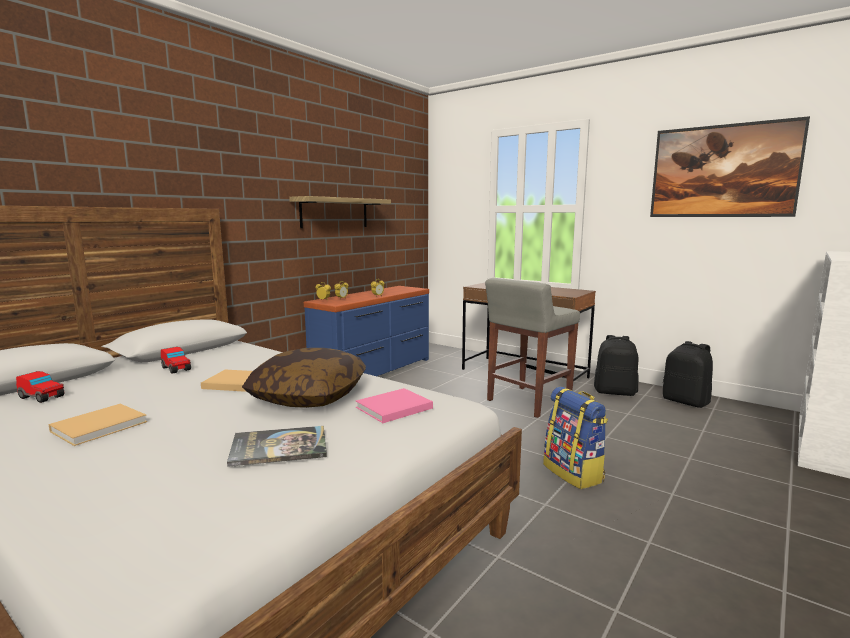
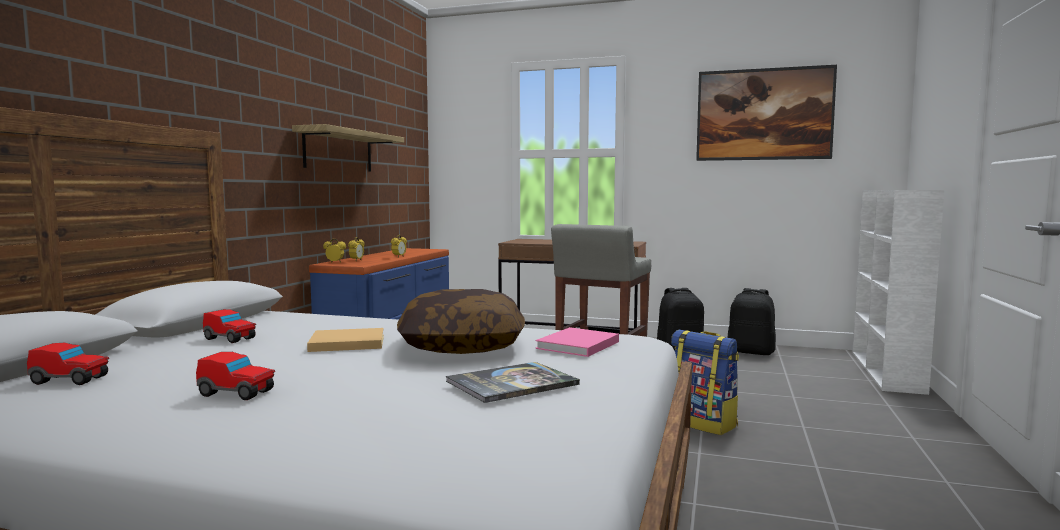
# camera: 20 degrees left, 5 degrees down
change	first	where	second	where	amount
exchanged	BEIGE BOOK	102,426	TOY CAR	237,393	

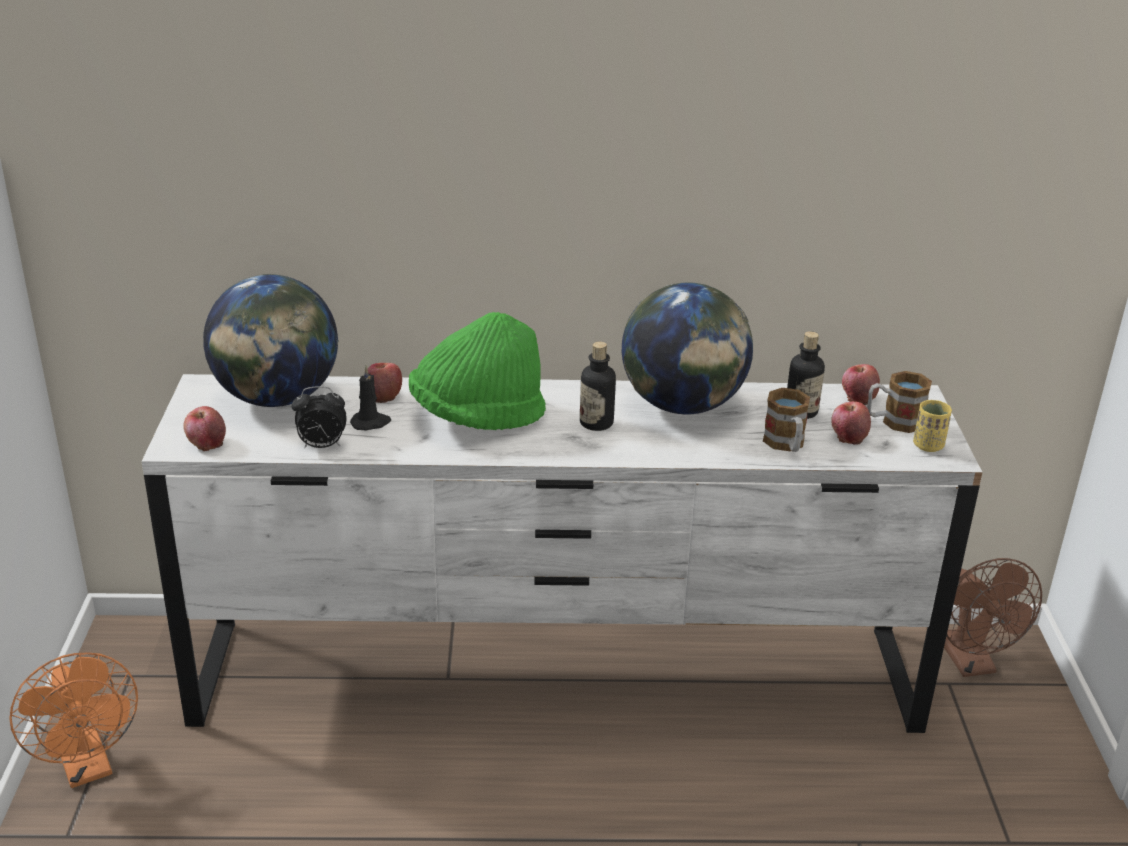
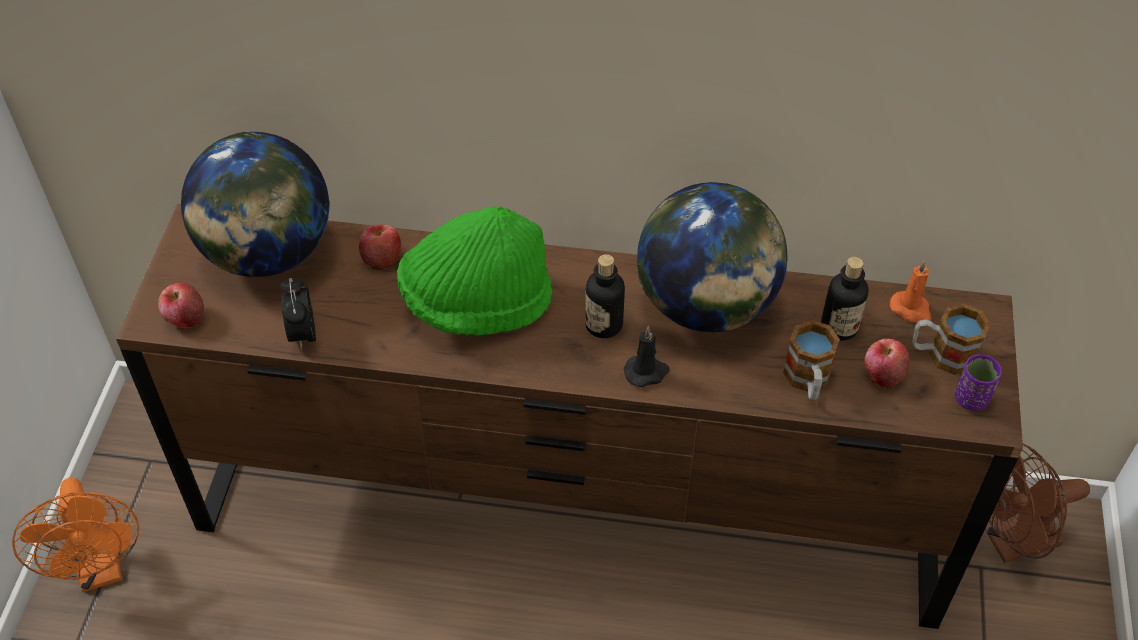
# camera: 10 degrees right, 20 degrees up
change	first	where	second	where	amount
colour	WHITE DRESSER	556,677	BROWN DRESSER	569,511	
spun	ALARM CLOCK	321,446		302,334	75 degrees clockwise
relocated	BLACK CANDLE	371,423		647,372	
exchanged	APPLE	858,397	ORANGE CANDLE	911,309	
colour	YELLOW CUP	928,446	PURPLE CUP	971,398	
spun	BROWN FAN	971,663		1012,543	75 degrees clockwise

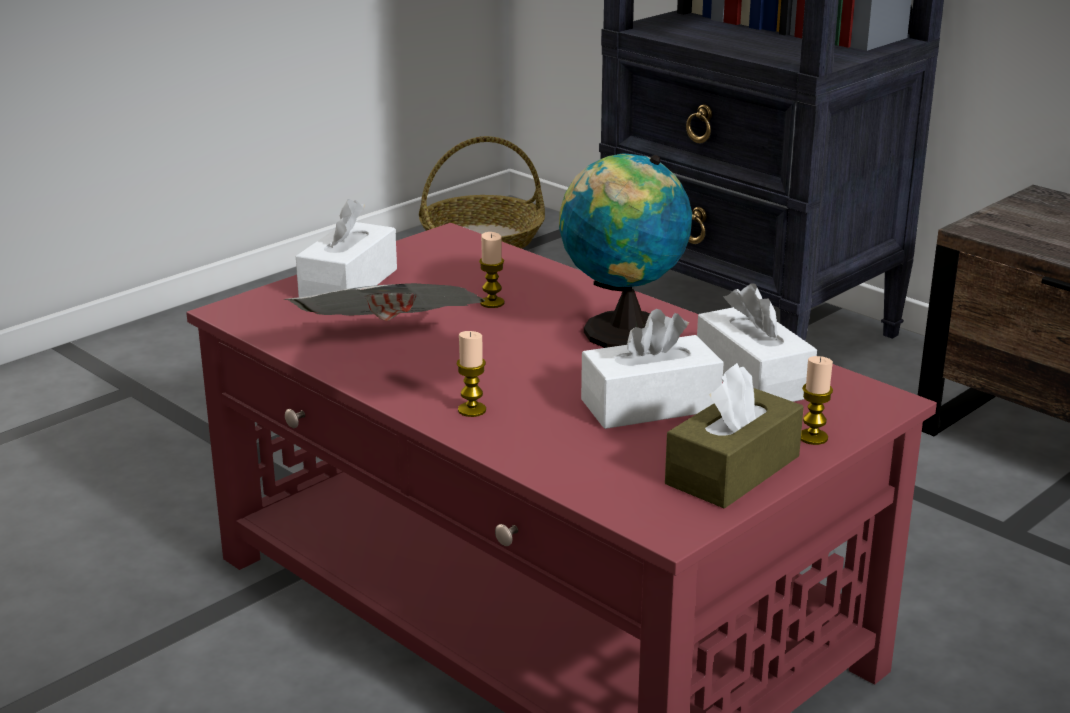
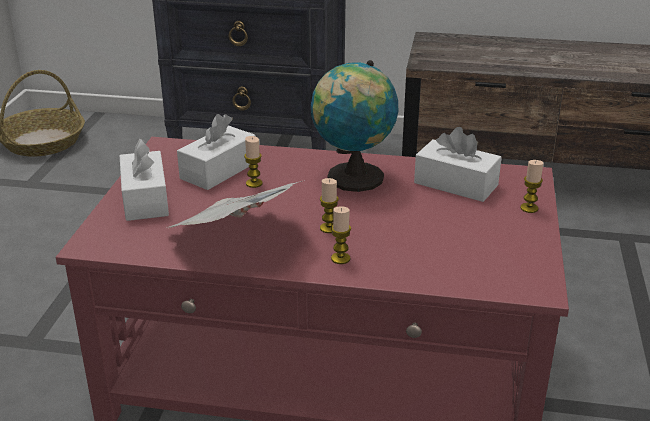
# camera: 35 degrees left, 5 degrees up
change	first	where	second	where	amount
relocated	WHITE TISSUE BOX	650,405		218,170	
missing	BROWN TISSUE BOX	732,470			
appeared			CANDLE	329,228	

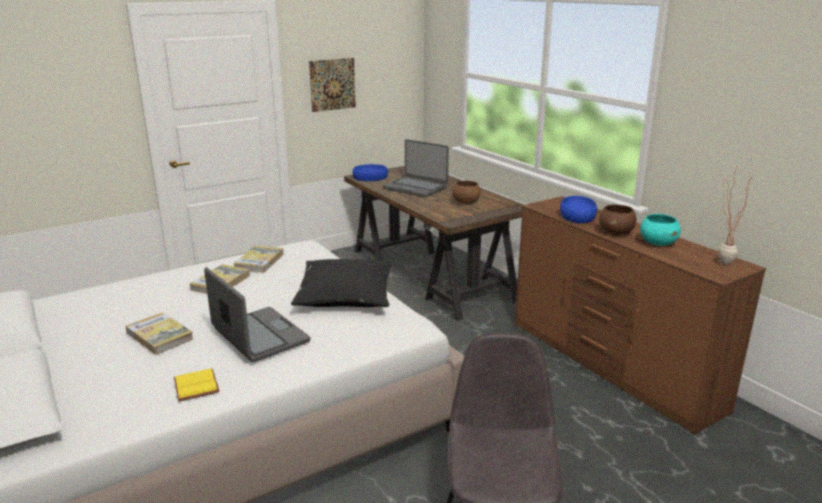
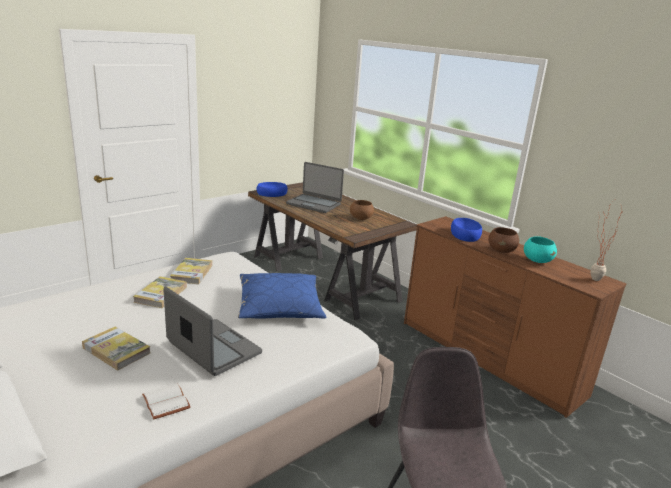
# camera: 10 degrees left, 0 degrees up
change	first	where	second	where	amount
colour	YELLOW BOOK	198,386	WHITE BOOK	167,402	
colour	BLACK PILLOW	345,295	BLUE PILLOW	280,306	
missing	PICTURE	332,84			

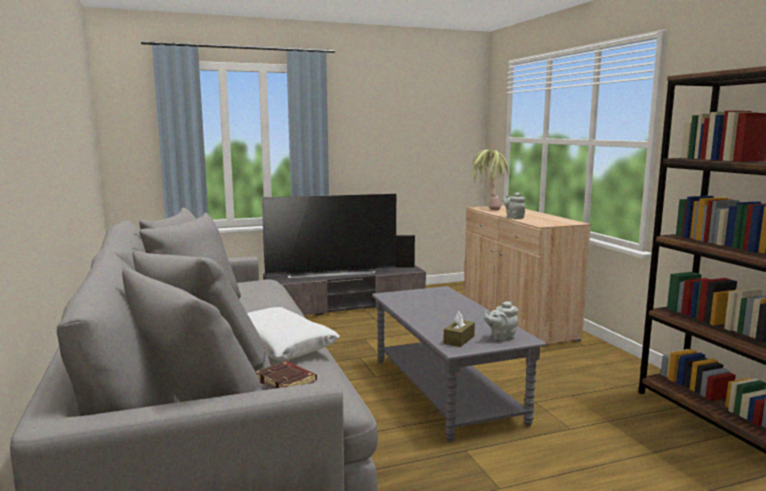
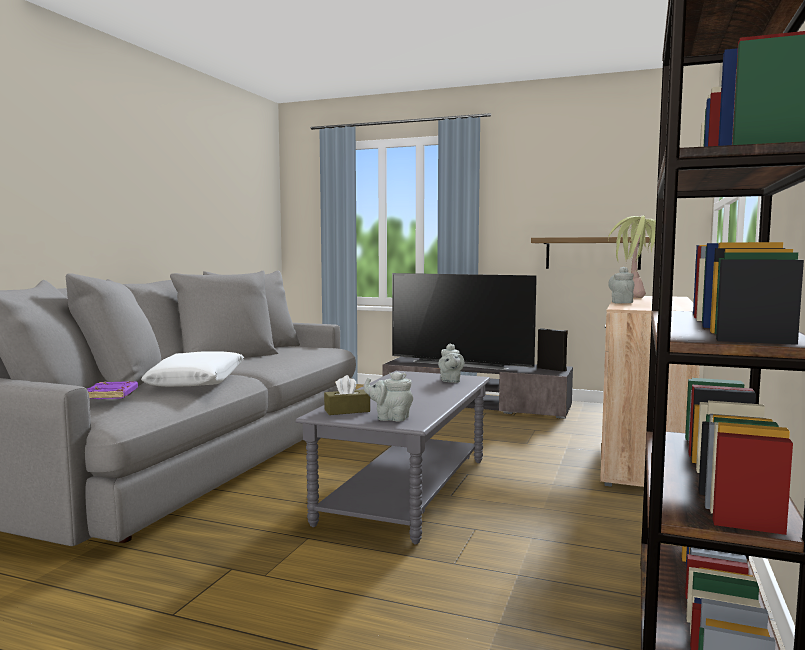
# camera: 40 degrees right, 5 degrees down
change	first	where	second	where	amount
colour	BROWN BOOK	287,381	PURPLE BOOK	112,395	
appeared			GREY TEAPOT	450,381	
appeared			SHELF	592,253	

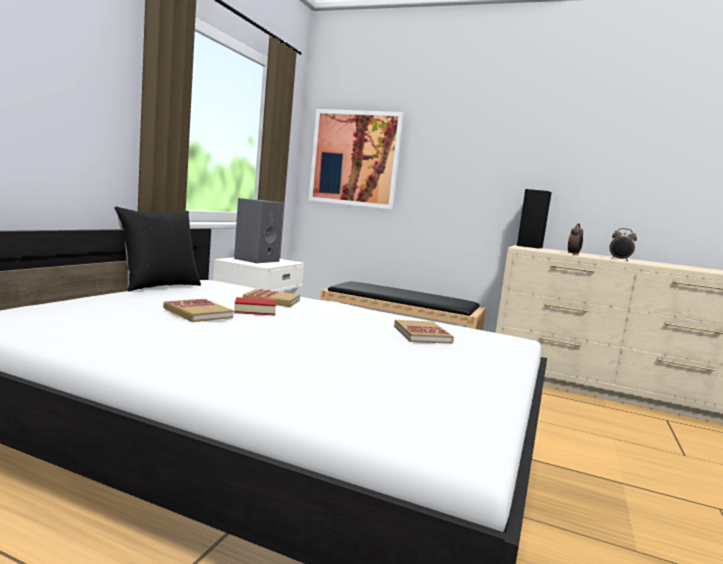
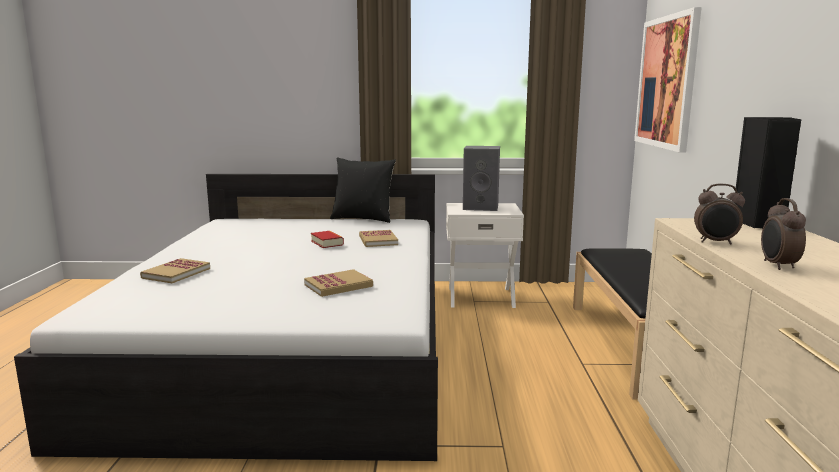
# camera: 70 degrees right, 5 degrees up
change	first	where	second	where	amount
relocated	BOOK	197,313		176,273	

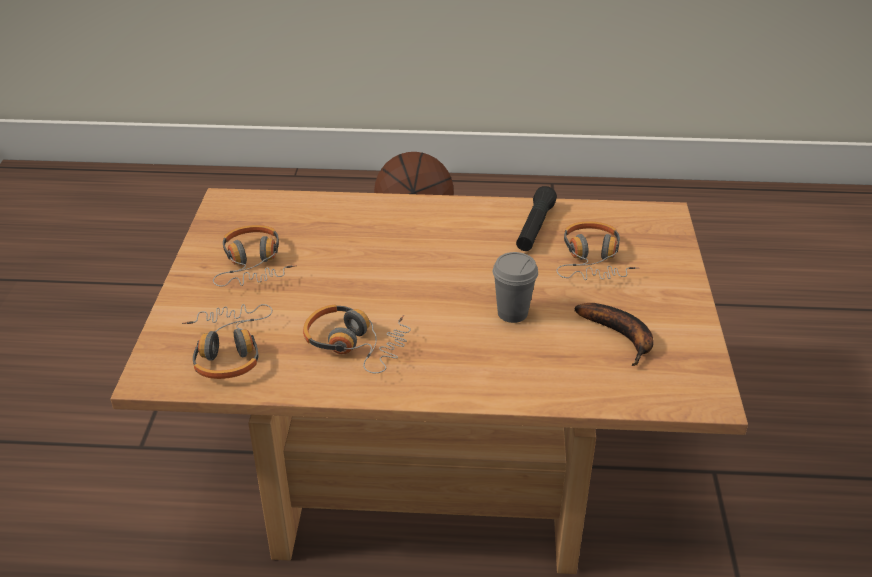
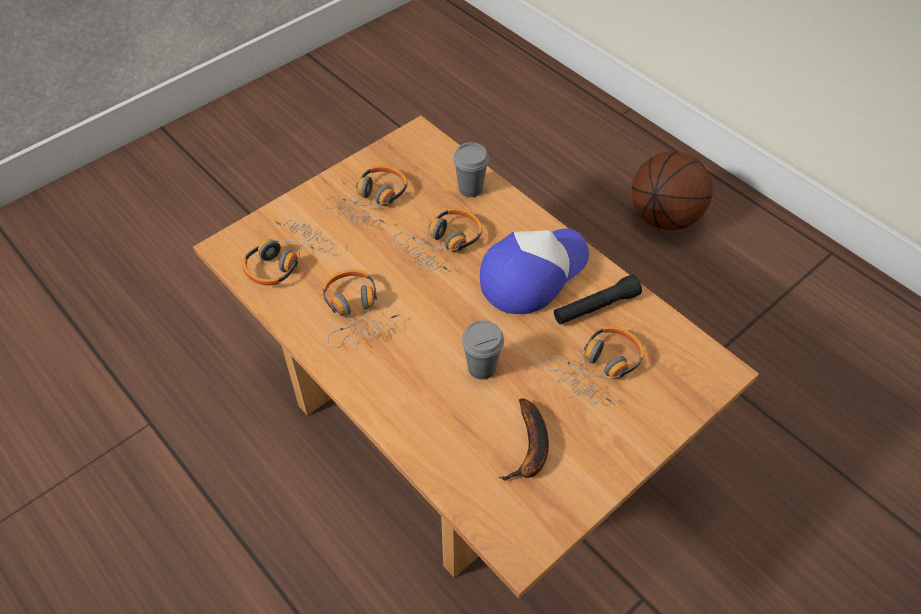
# camera: 45 degrees right, 15 degrees up
change	first	where	second	where	amount
appeared			HEADPHONES	442,245	
appeared			GREY CUP	470,189	
appeared			CAP	533,273	

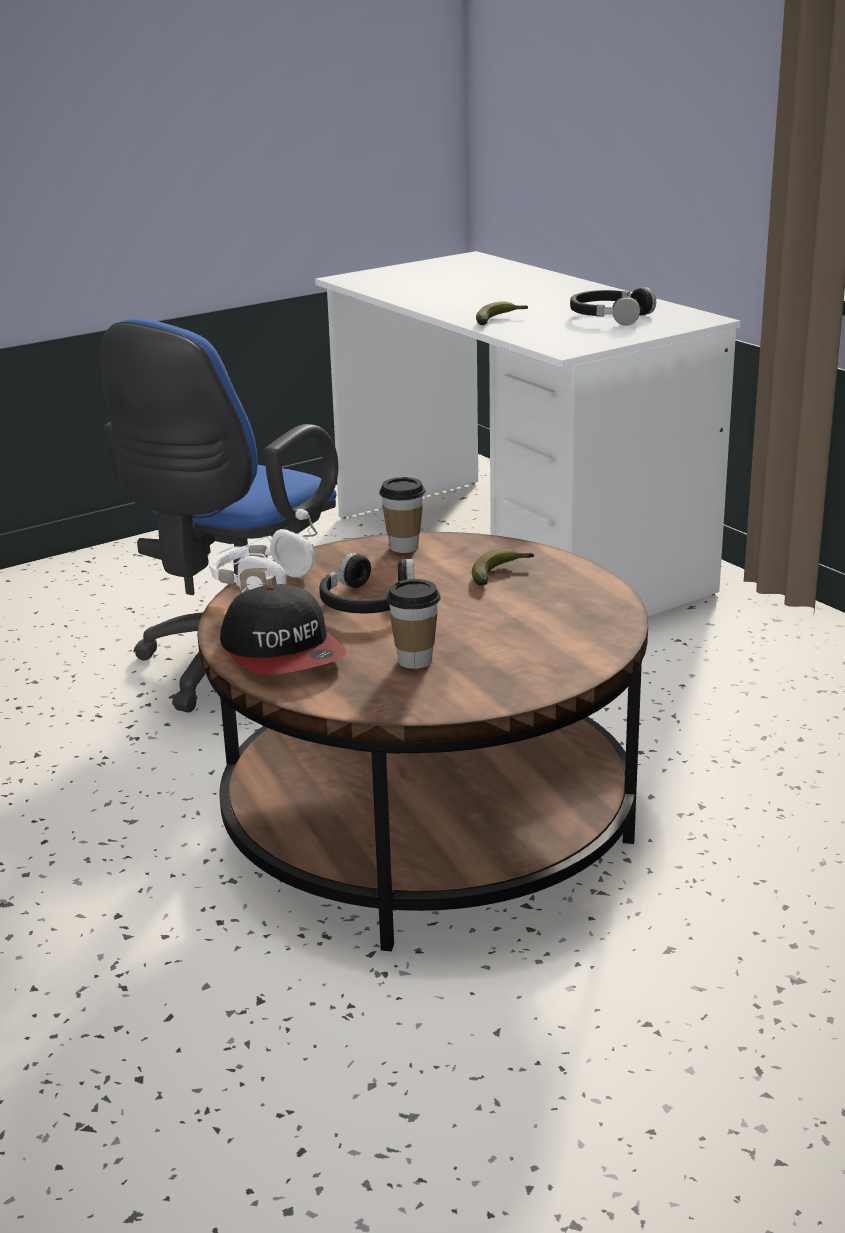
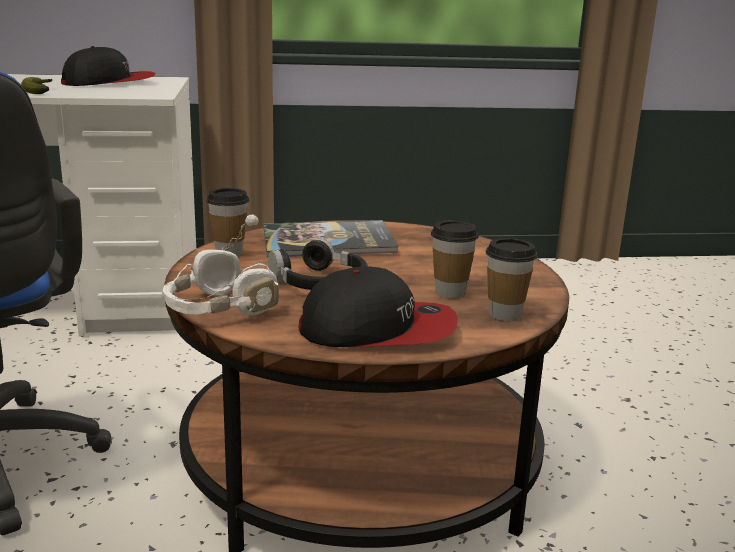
# camera: 65 degrees left, 5 degrees down
change	first	where	second	where	amount
exchanged	BANANA	500,573	BOOK	328,241	
exchanged	BLACK HEADPHONES	610,316	CAP	109,83	
appeared			CUP	505,315	

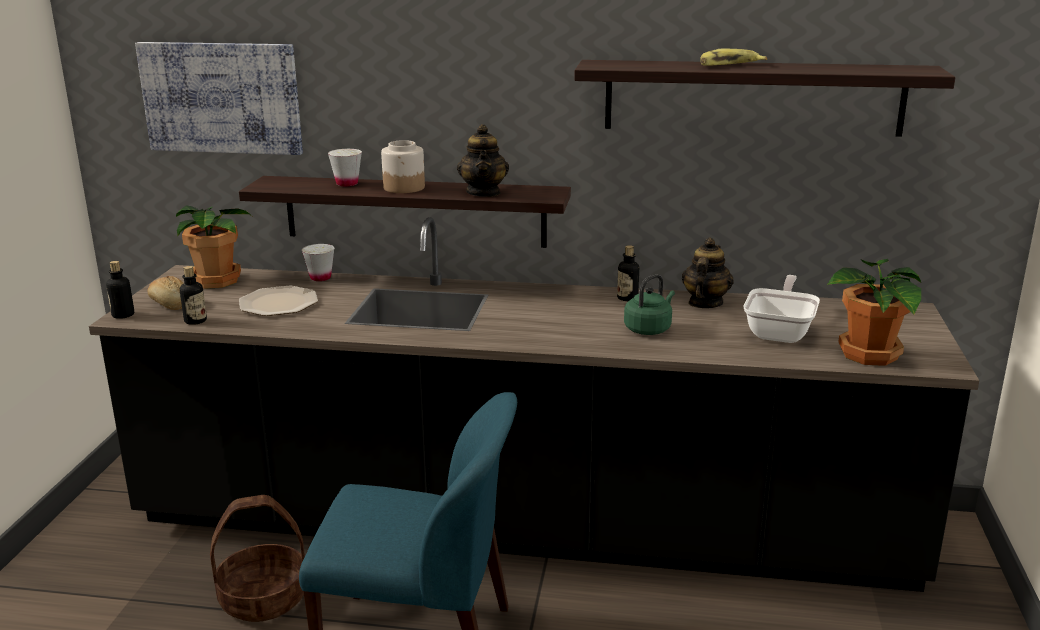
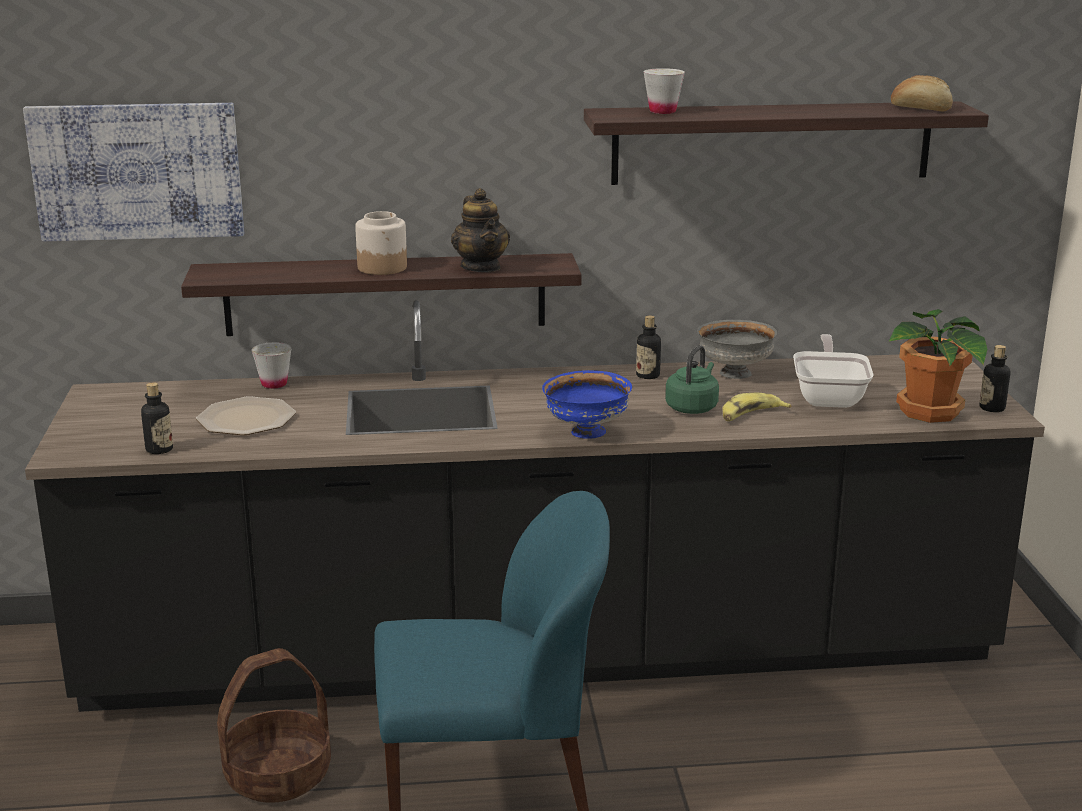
# camera: 15 degrees left, 0 degrees up
change	first	where	second	where	amount
relocated	BOTTLE	123,315		992,408	
relocated	BREAD	169,304		920,109	
missing	POTTED PLANT	217,280			
relocated	WHITE CUP	347,184		662,111	
exchanged	TEAPOT	705,303	GREY BOWL	734,373	
relocated	BANANA	728,66		750,416	
appeared			BLUE BOWL	586,433	

